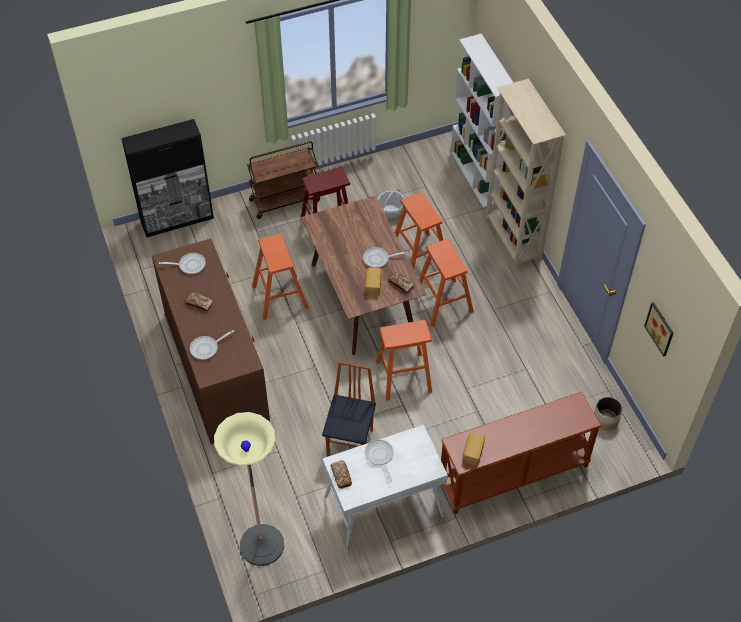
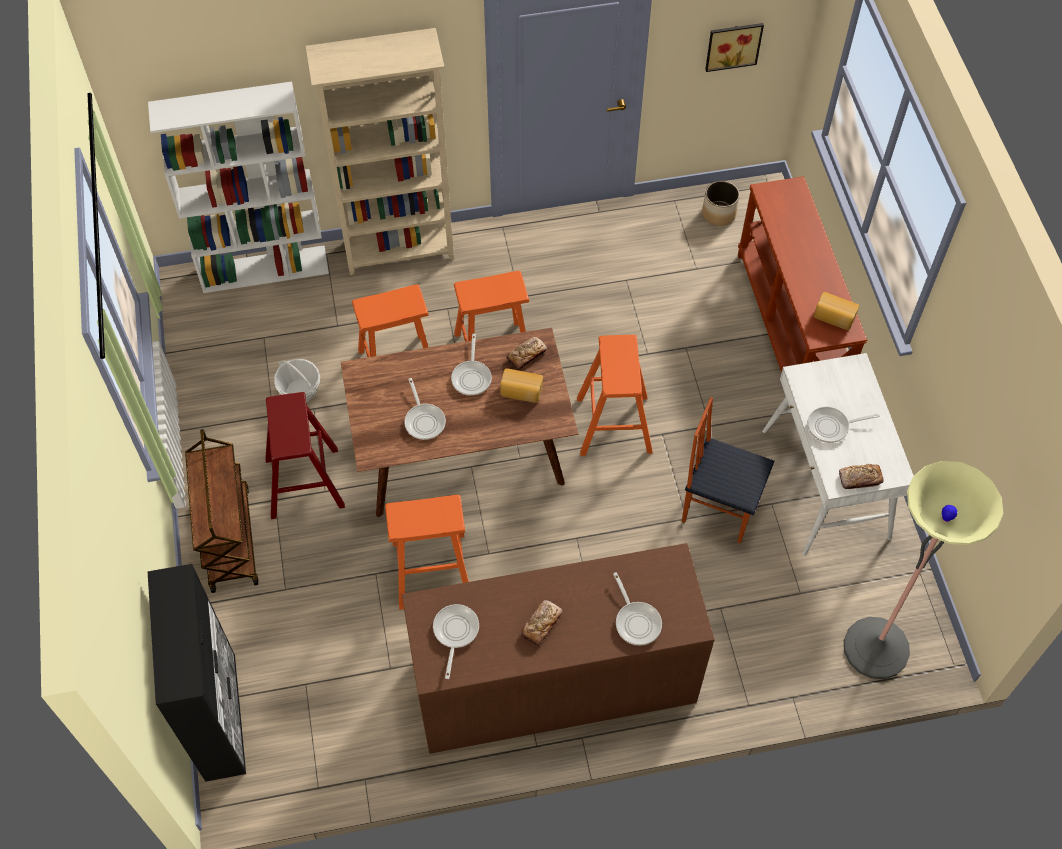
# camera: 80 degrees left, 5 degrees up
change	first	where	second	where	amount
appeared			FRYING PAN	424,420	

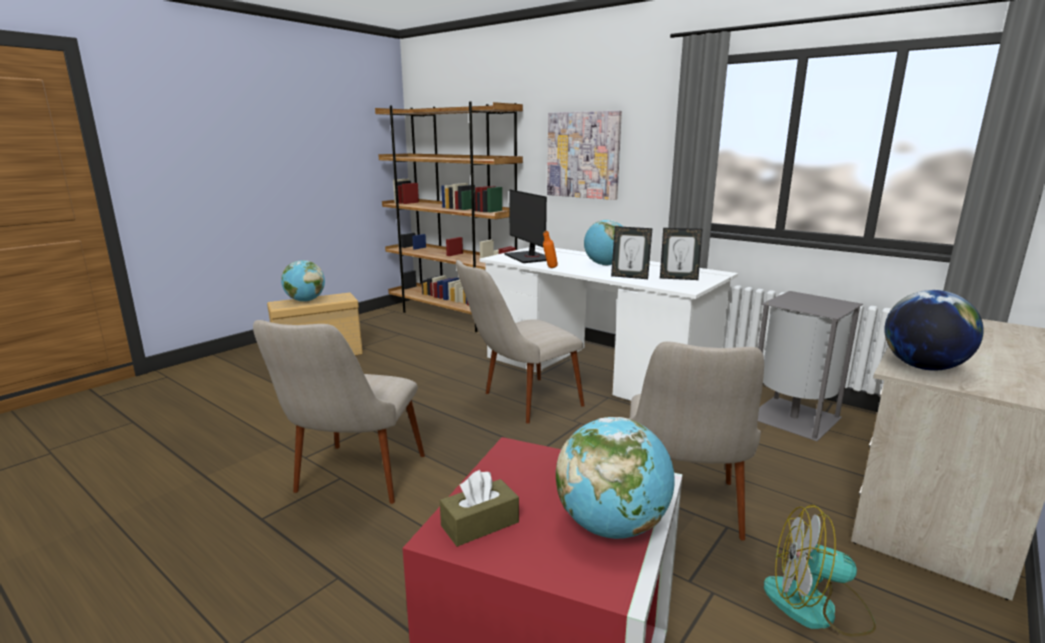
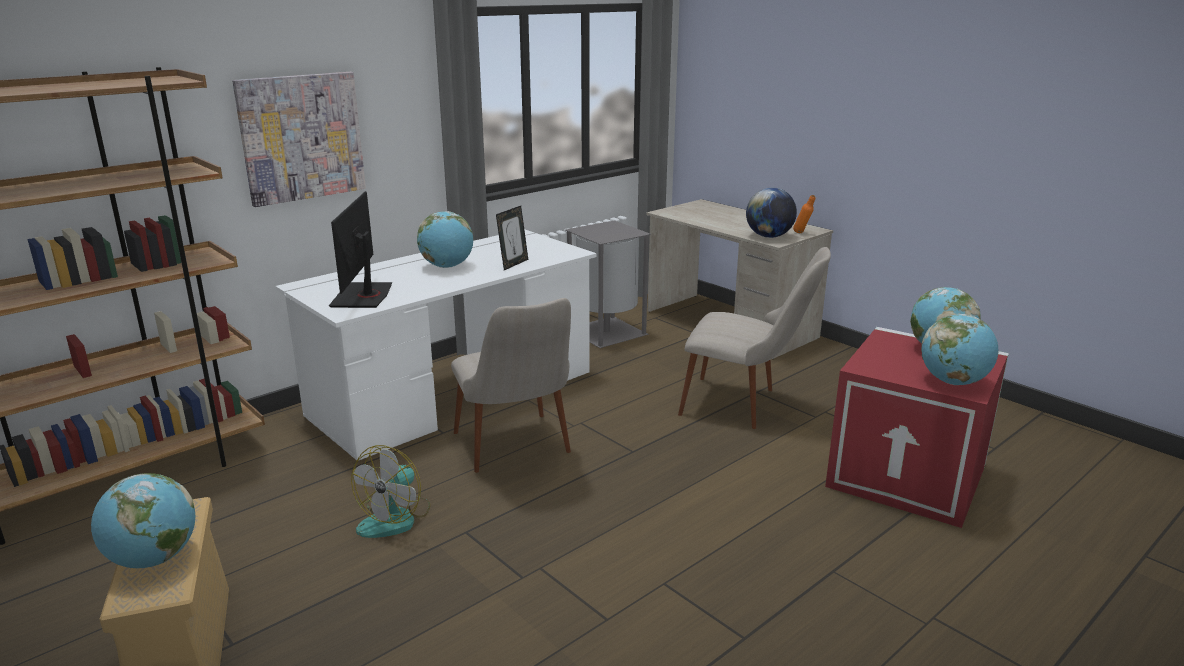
# camera: 80 degrees left, 5 degrees up
change	first	where	second	where	amount
missing	BEIGE CHAIR	352,485			
exchanged	BROWN TISSUE BOX	480,524	GLOBE	953,382	
spun	MONITOR	528,257		363,296	105 degrees clockwise
relocated	ORANGE BOTTLE	549,268		802,233	
missing	PICTURE FRAME	678,278			
relocated	FAN	816,607		395,518	

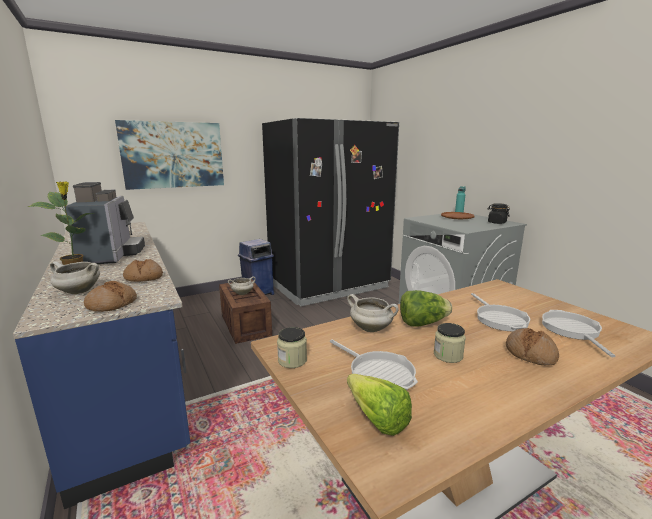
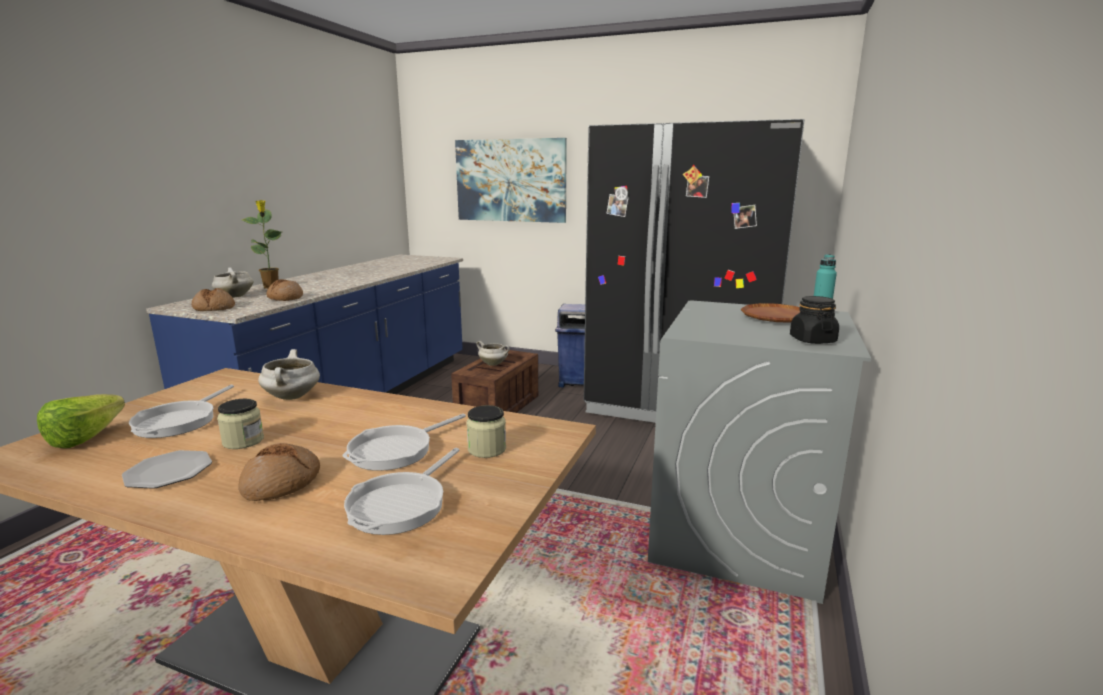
# camera: 50 degrees right, 0 degrees up
change	first	where	second	where	amount
missing	COFFEE MACHINE	112,255			
relocated	JAR	292,360		487,449	
missing	LETTUCE	422,323			
spun	FRYING PAN	572,330		401,504	150 degrees clockwise
appeared			PLATE	169,472	

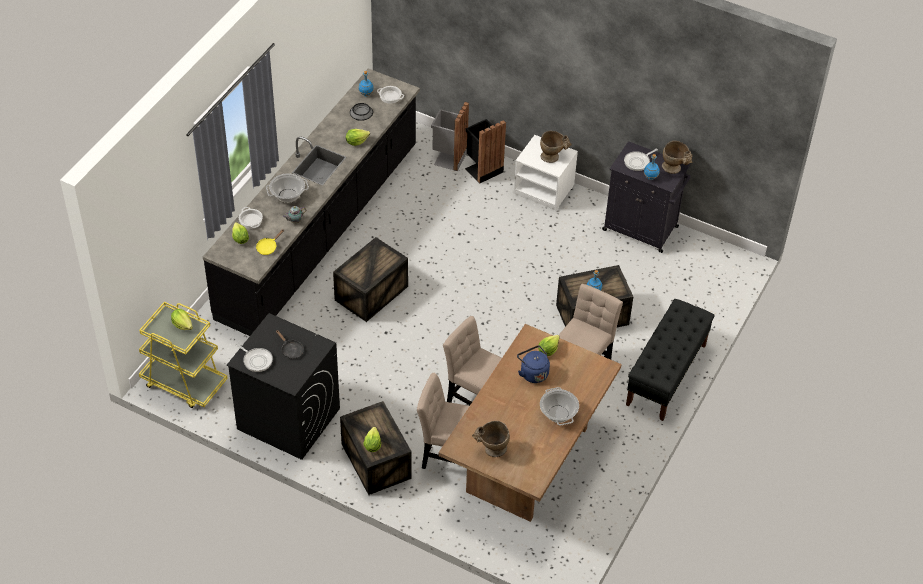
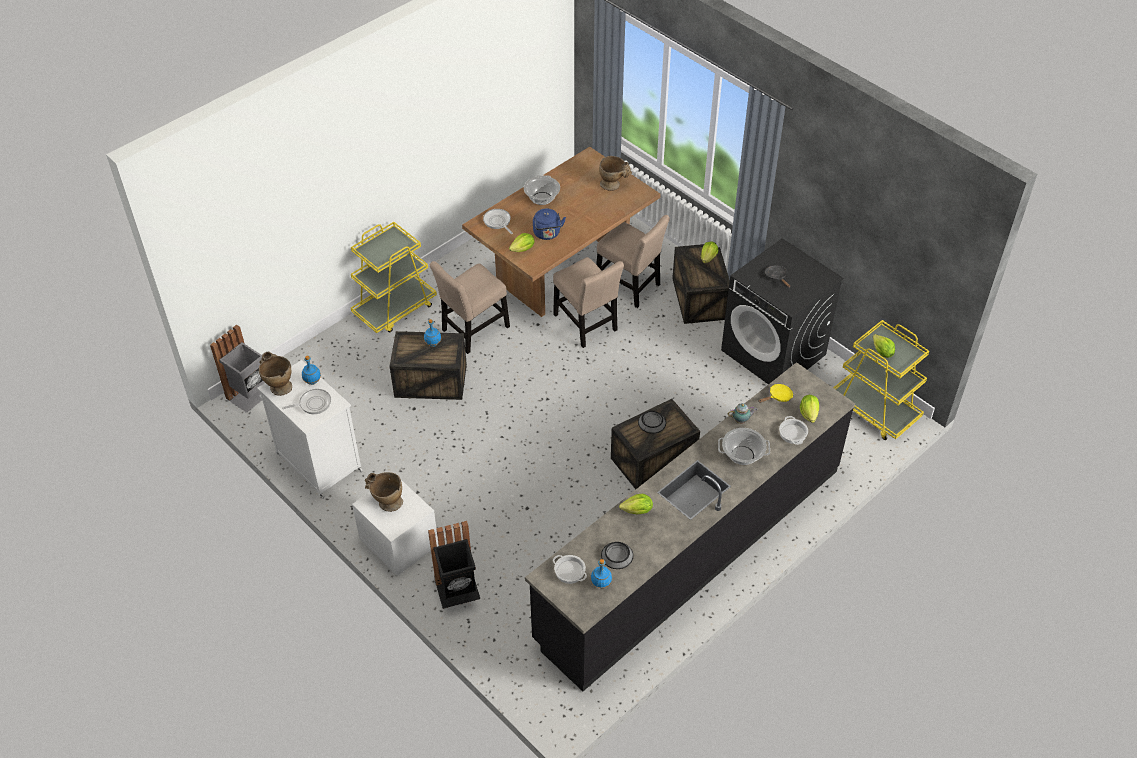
# camera: 160 degrees left, 0 degrees up
change	first	where	second	where	amount
relocated	FRYING PAN	256,360		498,222	
relocated	GREY TRASH CAN	448,158		250,396	
colour	BLACK CABINET	642,229	WHITE CABINET	318,462	
exchanged	BLACK BENCH	666,375	YELLOW CART	395,309	
appeared			BOWL	652,422	

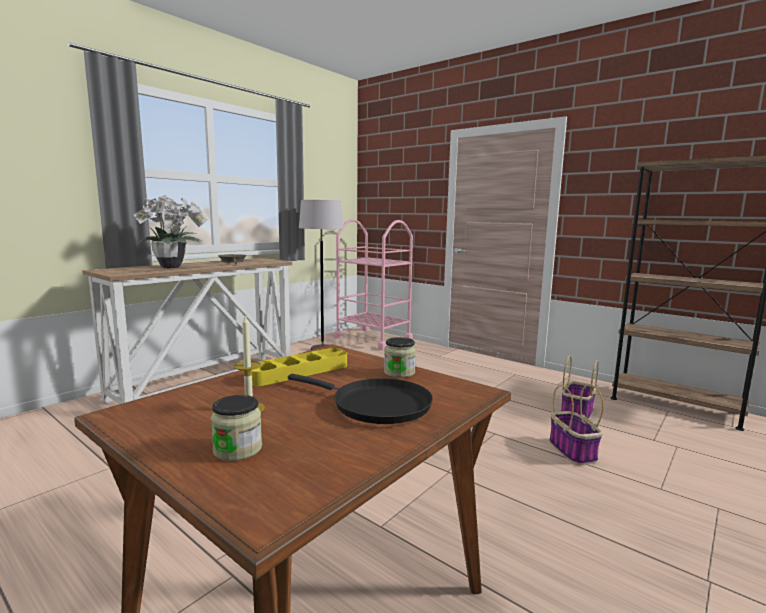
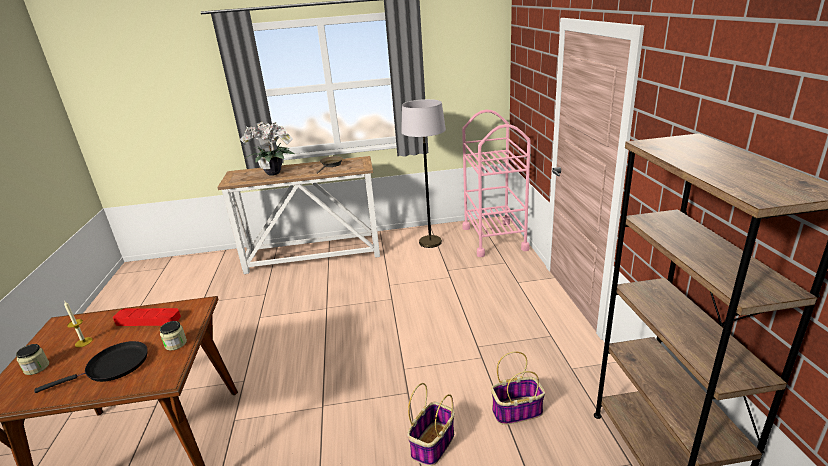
# camera: 45 degrees right, 15 degrees up
change	first	where	second	where	amount
colour	YELLOW TRAY	298,372	RED TRAY	148,320	
spun	BLACK FRYING PAN	375,405		113,366	105 degrees counterclockwise

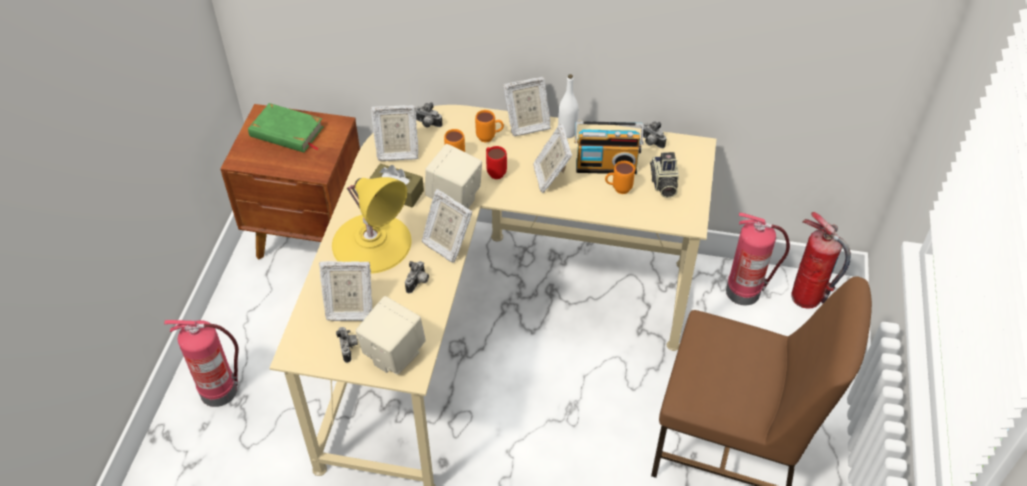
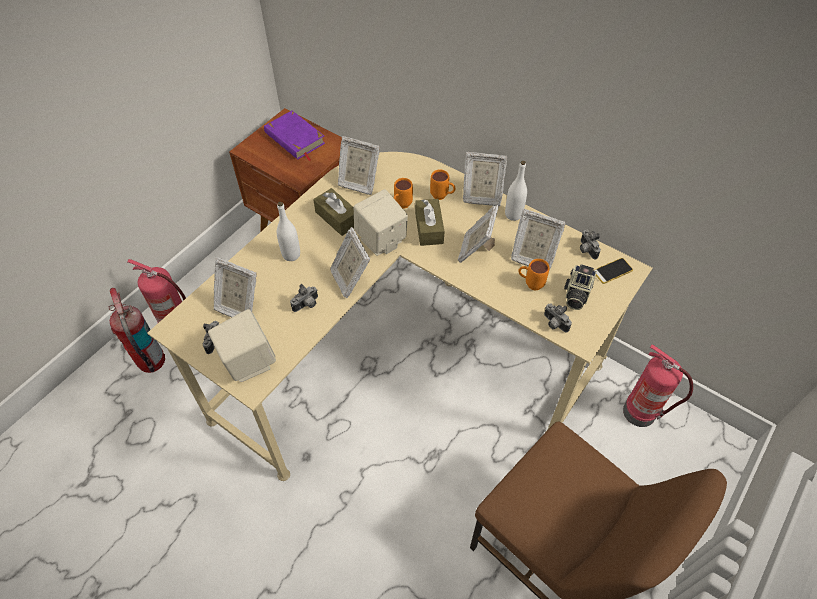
# camera: 25 degrees right, 5 degrees up
change	first	where	second	where	amount
colour	GREEN BOOK	287,132	PURPLE BOOK	294,138	
exchanged	YELLOW TABLE LAMP	372,242	WHITE BOTTLE	291,255	
relocated	PHOTO CAMERA	428,124		554,324	
exchanged	RED MUG	494,171	BROWN TISSUE BOX	429,228	
exchanged	RADIO	606,165	PICTURE FRAME	532,257	
relocated	FIRE EXTINGUISHER	806,297		151,362	
appeared			PHONE	612,271	

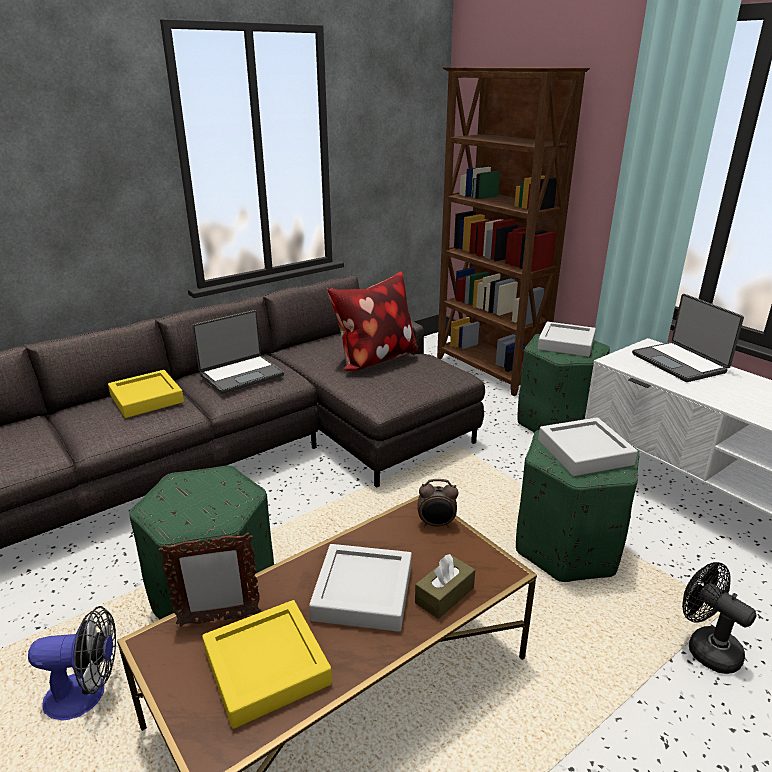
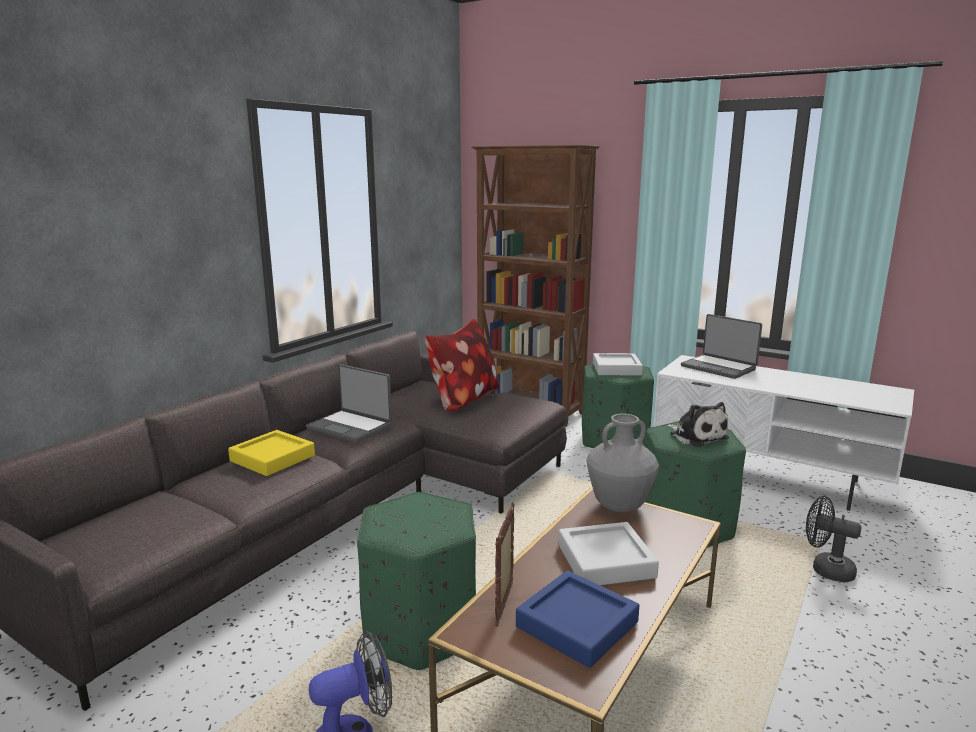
# camera: 20 degrees left, 10 degrees down
change	first	where	second	where	amount
spun	PICTURE FRAME	218,619		505,604	135 degrees clockwise
spun	LAPTOP	241,375		350,427	90 degrees clockwise
colour	YELLOW TRAY	266,667	BLUE TRAY	577,624	
missing	BROWN TISSUE BOX	444,595			
exchanged	ALARM CLOCK	436,524	GREY VASE	620,506	
exchanged	GREY TRAY	584,452	PLUSH TOY	696,436	

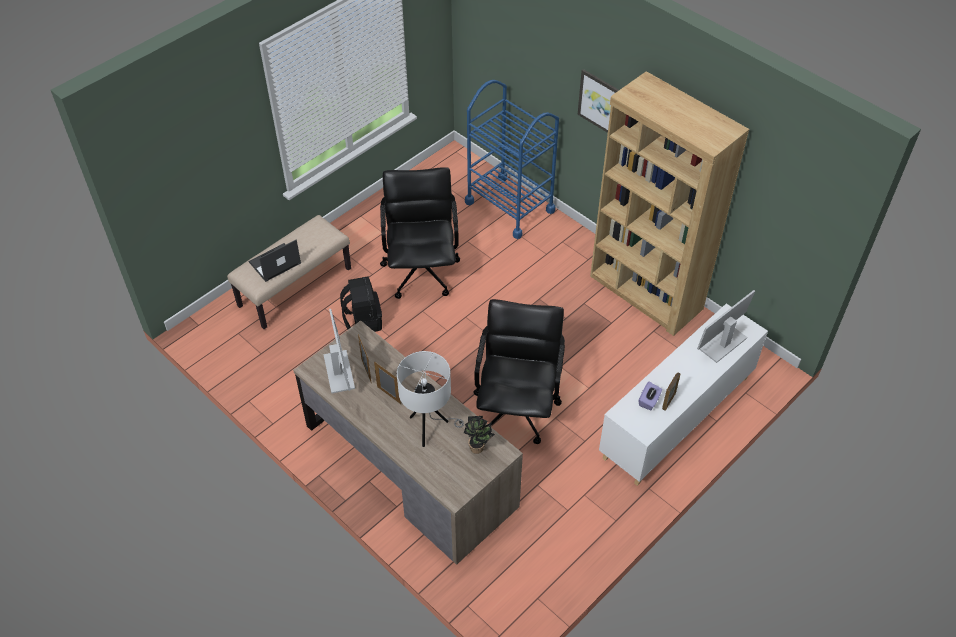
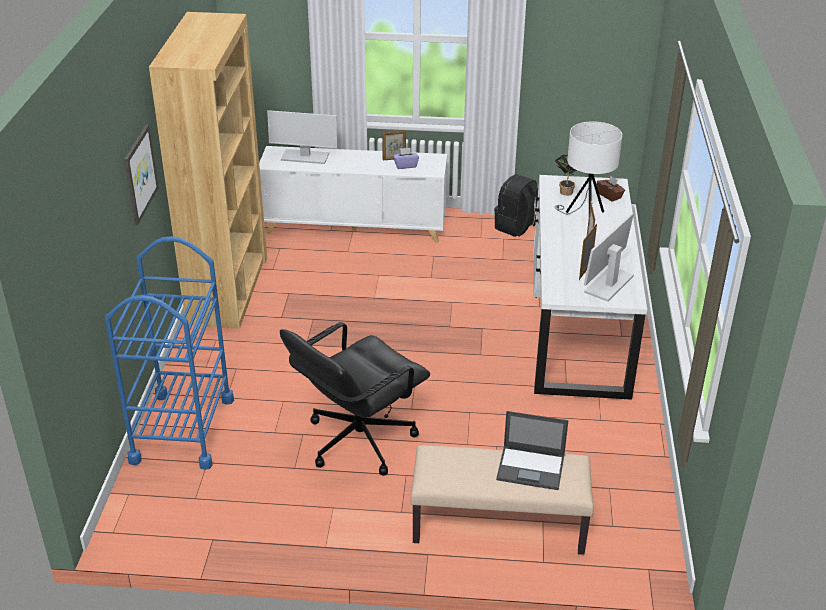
# camera: 130 degrees left, 15 degrees down
change	first	where	second	where	amount
colour	BROWN DESK	409,466	WHITE DESK	578,323	
relocated	BLACK BACKPACK	363,320		517,227	
missing	BLACK OFFICE CHAIR	517,409			
appeared			BROWN TISSUE BOX	609,196	

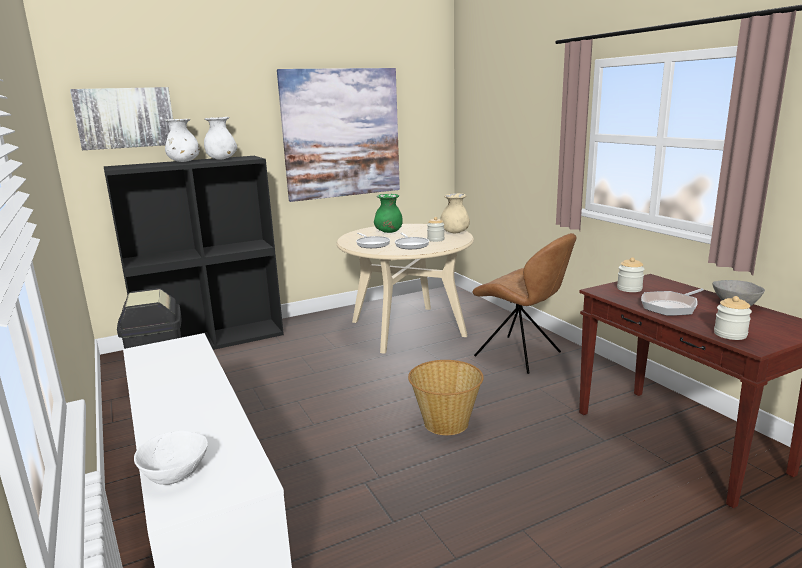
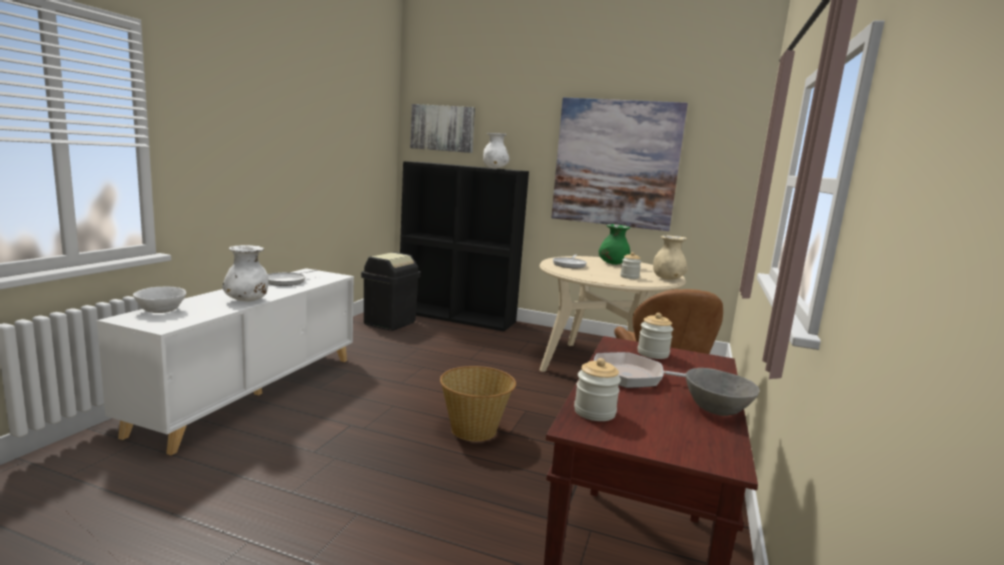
# camera: 45 degrees right, 5 degrees down
change	first	where	second	where	amount
relocated	WHITE VASE	184,161		247,300	
relocated	FRYING PAN	411,245		287,281	

